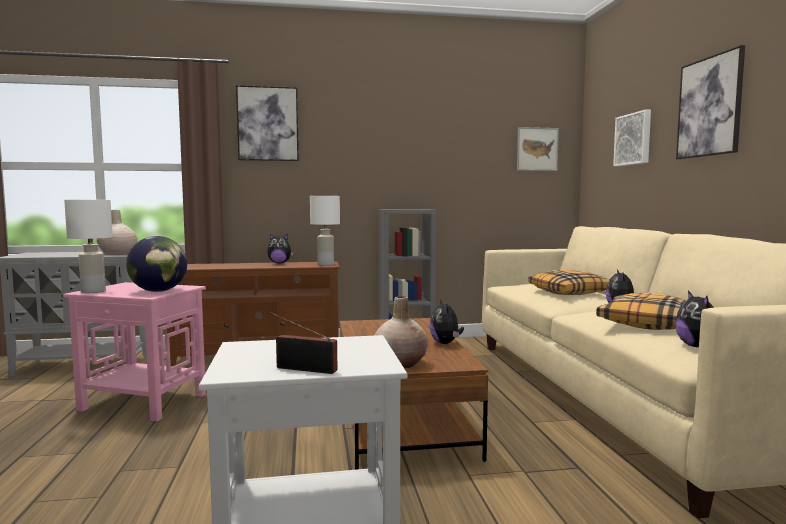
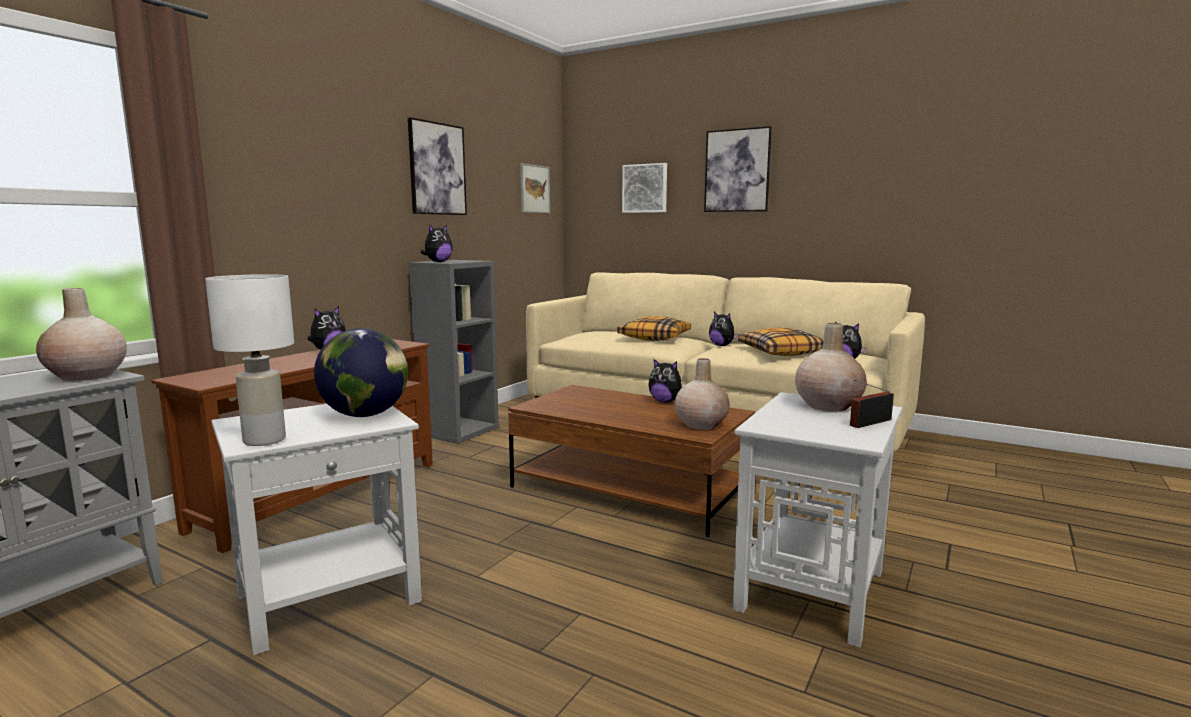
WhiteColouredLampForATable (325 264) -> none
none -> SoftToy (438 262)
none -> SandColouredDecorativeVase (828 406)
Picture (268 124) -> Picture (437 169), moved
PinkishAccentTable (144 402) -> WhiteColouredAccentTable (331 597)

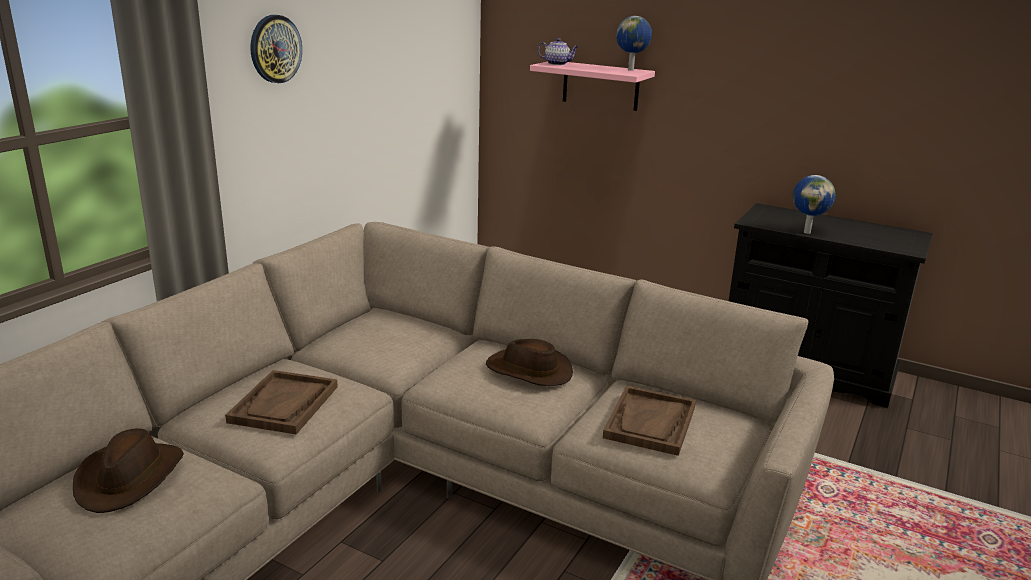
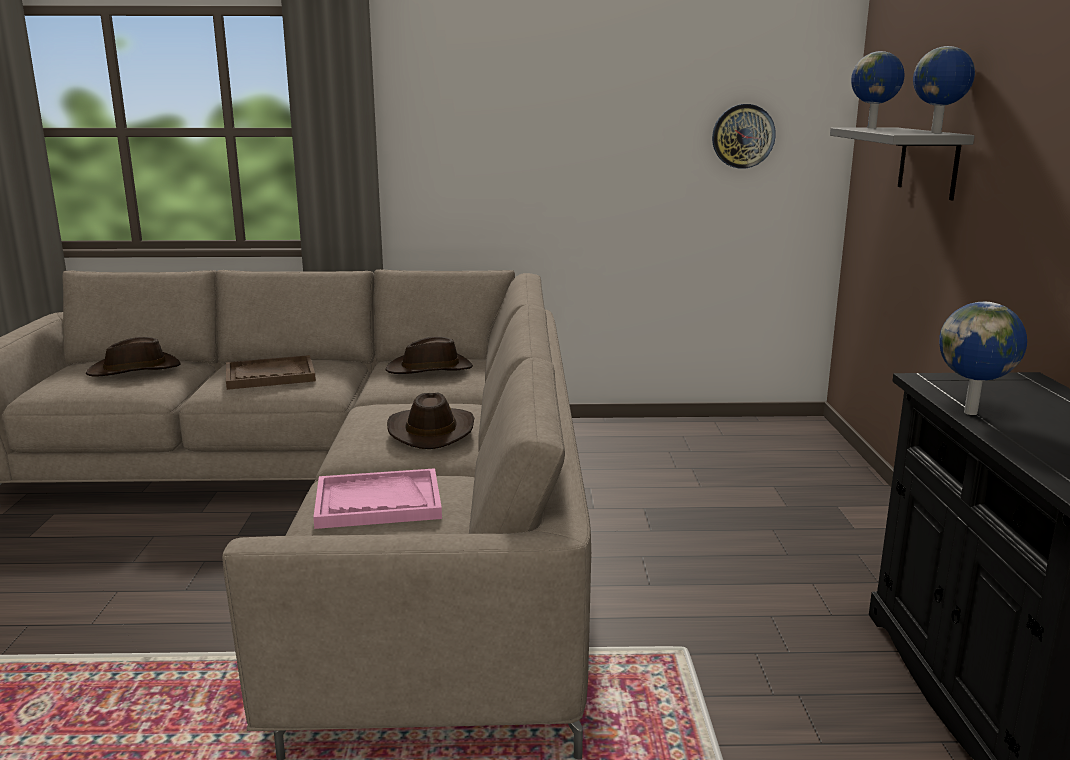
none -> BrownishHat (430 369)
WallClock (275 49) -> WallClock (743 136), moved
PotForTea (557 64) -> Globe (872 128)
PinkishWallShelf (600 85) -> GreyishWallShelf (928 162)
BrownishServingTray (650 422) -> PinkishServingTray (378 502)

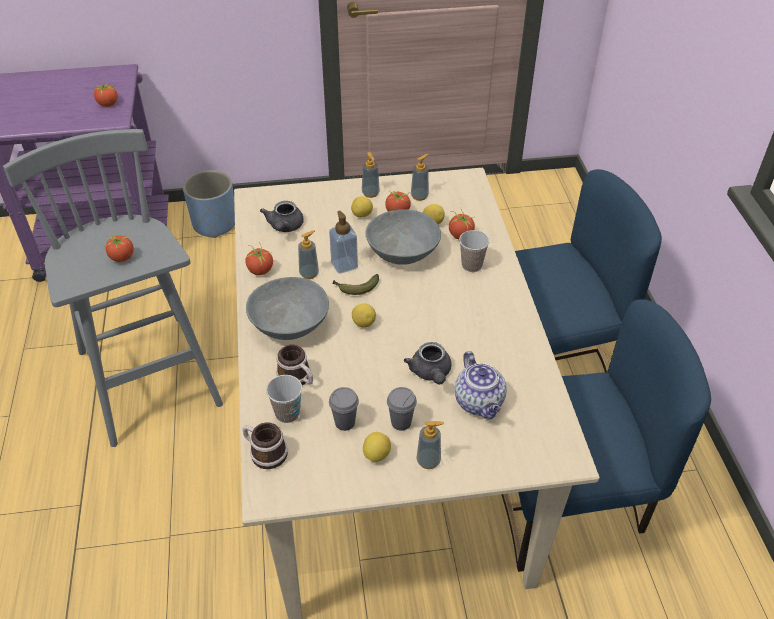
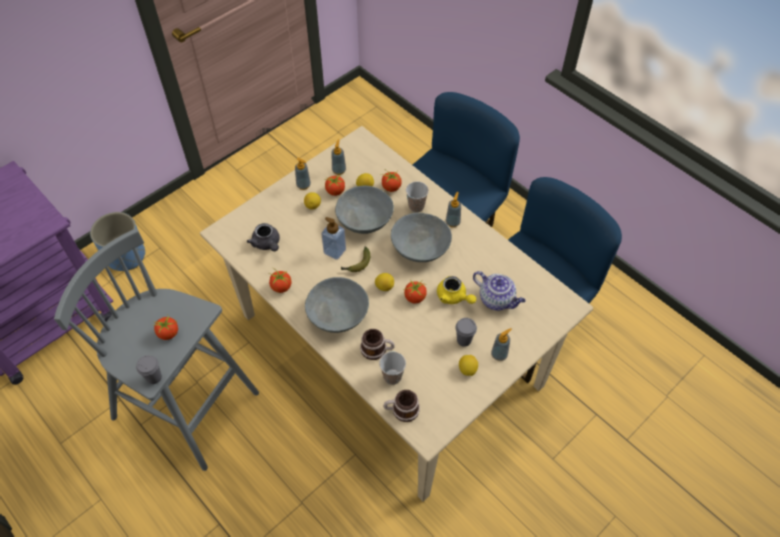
none -> GreyishDeepDish (419 249)
FreshTomato (108 104) -> FreshTomato (415 297), moved
SoapBottle (309 273) -> SoapBottle (452 222), moved
GreyishCup (345 422) -> GreyishCup (154 377), moved
GreyishPotForTea (431 373) -> YellowishPotForTea (454 297)

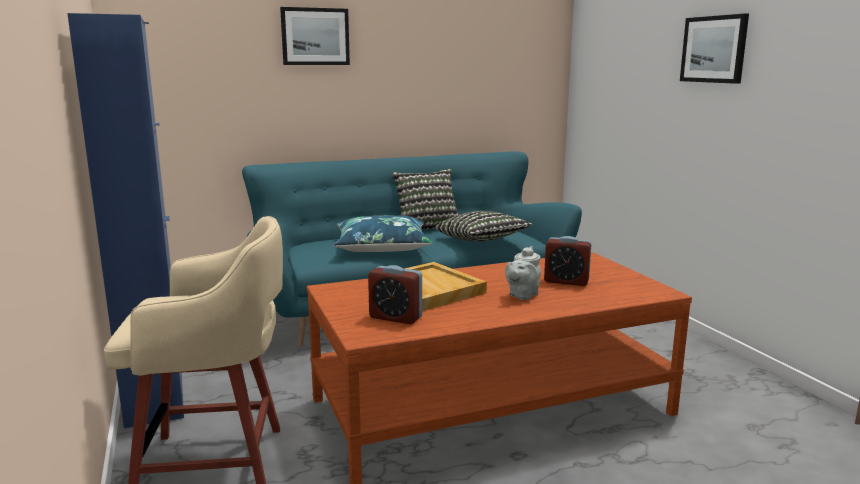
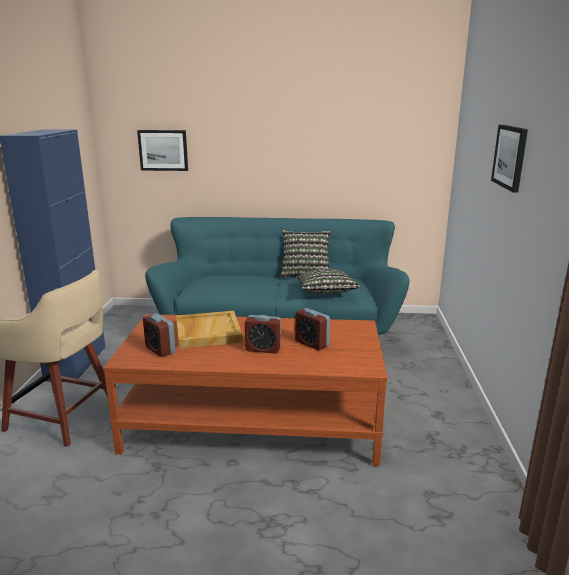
BlueThrowPillow (382 247) -> none
Picture (315 36) -> Picture (163 150), moved
GreyishPotForTea (522 295) -> TableClock (263 349)

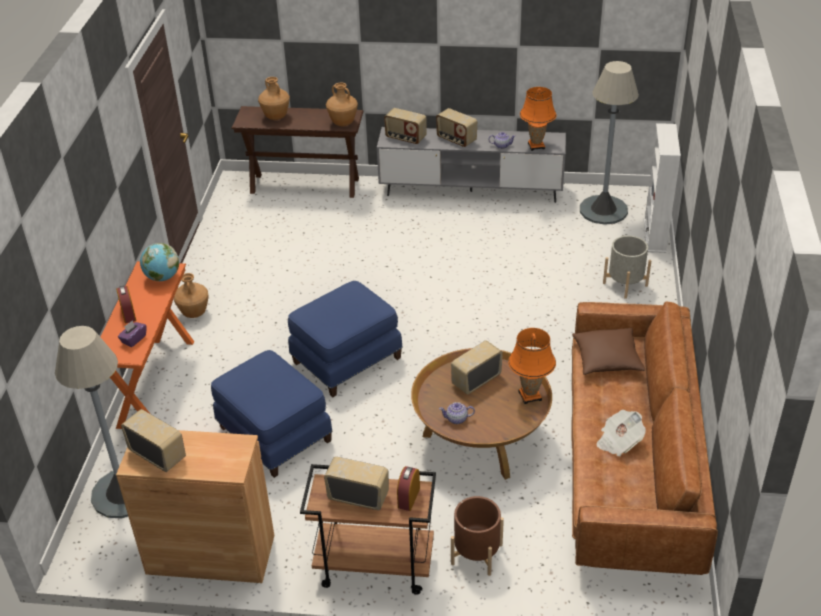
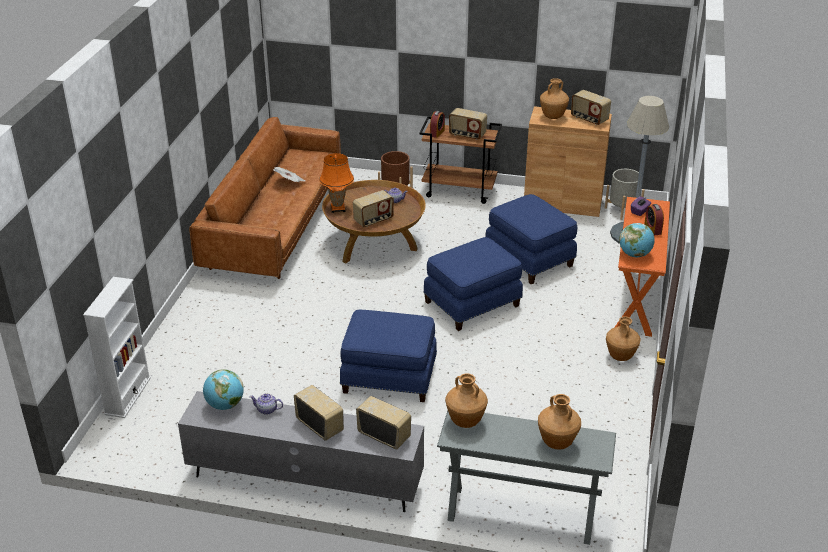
BrownishThrowPillow (607 359) -> none
GreyishStandingLamp (603 210) -> none
none -> BluePouffe (389 378)
none -> BrownishDecorativeVase (553 116)
GreyishFlowerPot (625 284) -> GreyishFlowerPot (622 210), moved
OrangeyLampForATable (536 146) -> Globe (225 405)
BrownishHallTable (305 186) -> GreyishHallTable (520 515)

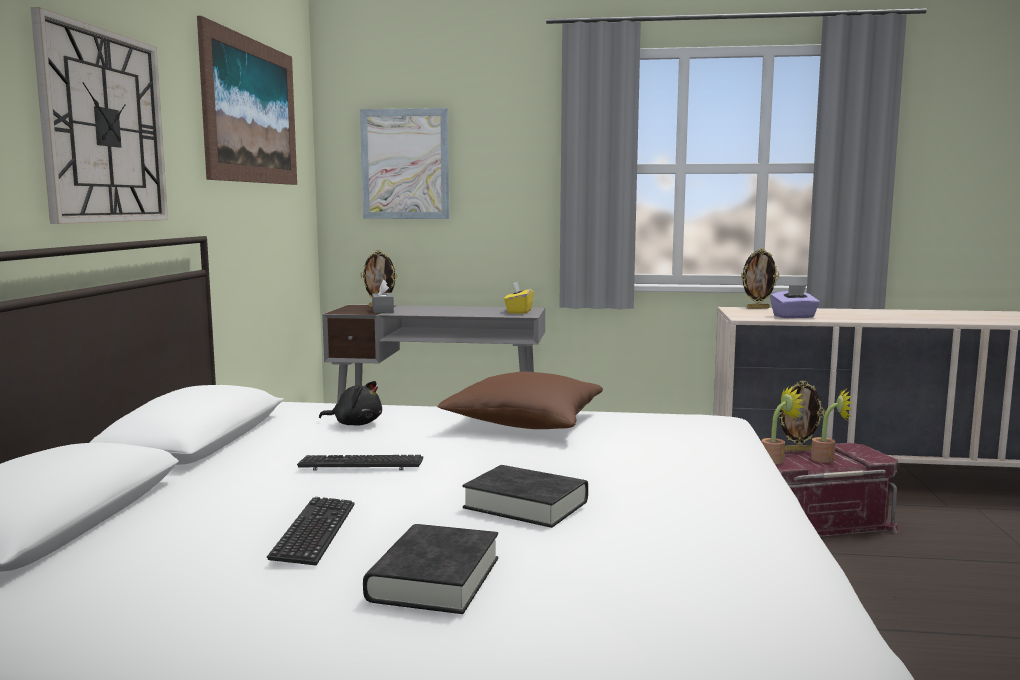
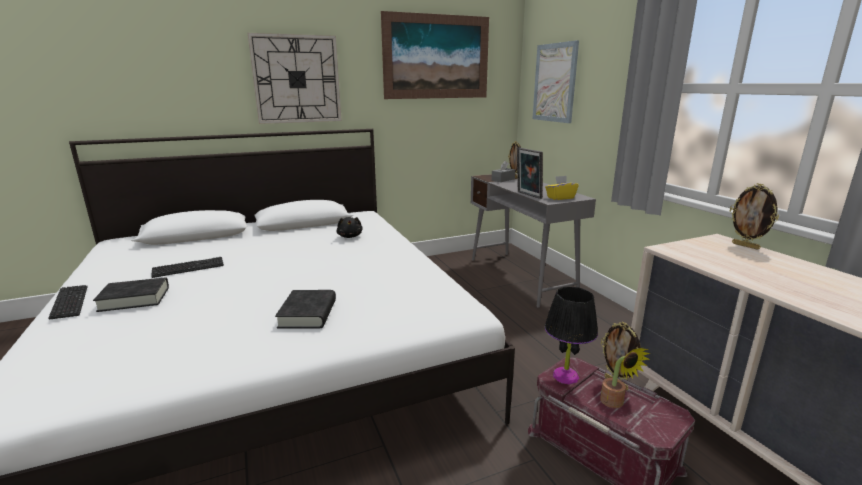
BrownishThrowPillow (524 423) -> none
PurpleTissueBox (794 317) -> none
none -> StandingFrame (527 195)
ComputerKeyboard (361 464) -> ComputerKeyboard (70 303), moved
BlackColouredVolume (526 505) -> BlackColouredVolume (308 314), moved
PottedPlant (776 460) -> BlackColouredLampForATable (565 376)

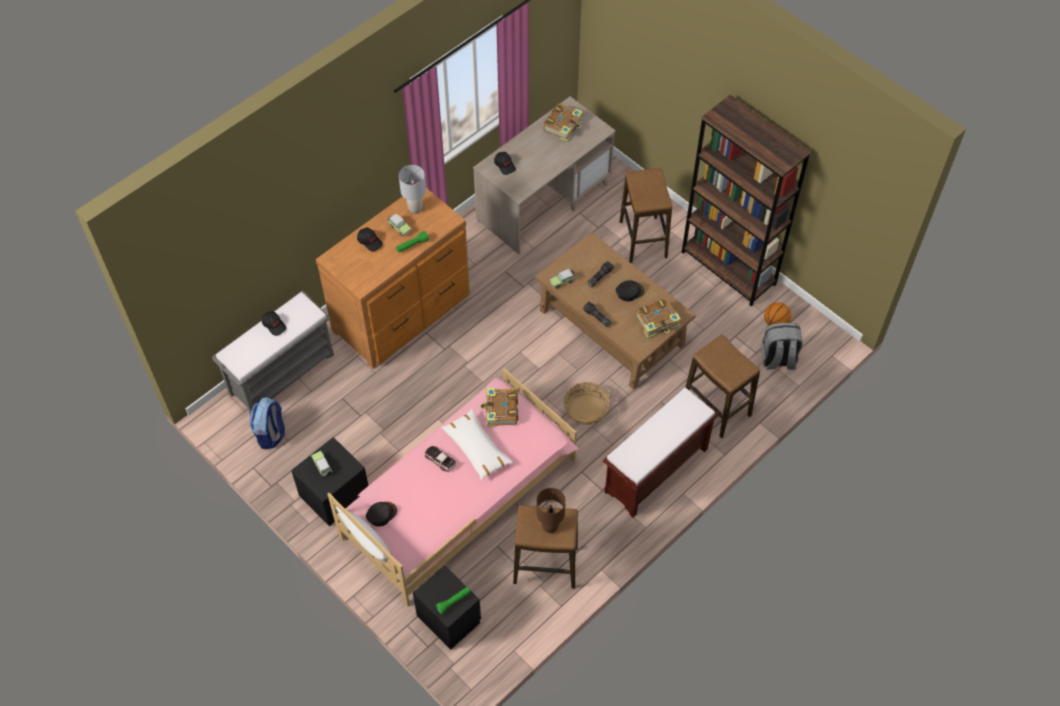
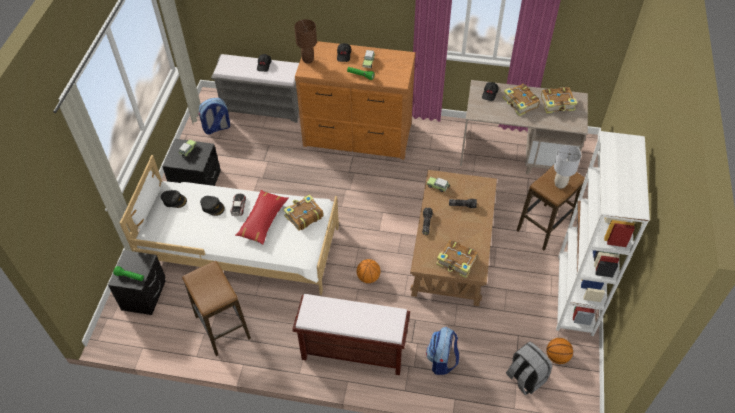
none -> Volume (520 103)
GreyishLampForATable (415 208) -> GreyishLampForATable (560 184), moved
BrownishLampForATable (550 527) -> BrownishLampForATable (308 60), moved
BlackColouredPeakedCap (629 292) -> BlackColouredPeakedCap (212 207), moved
Basket (586 410) -> BallForBasketball (368 277)
StoolSeat (716 408) -> Backpack (442 360)
PinkishSleepingBed (458 496) -> WhiteColouredSleepingBed (242 245)
WhiteColouredThrowPillow (476 448) -> RedColouredThrowPillow (262 220)
BrownishBookcase (728 268) -> WhiteColouredBookcase (575 295)

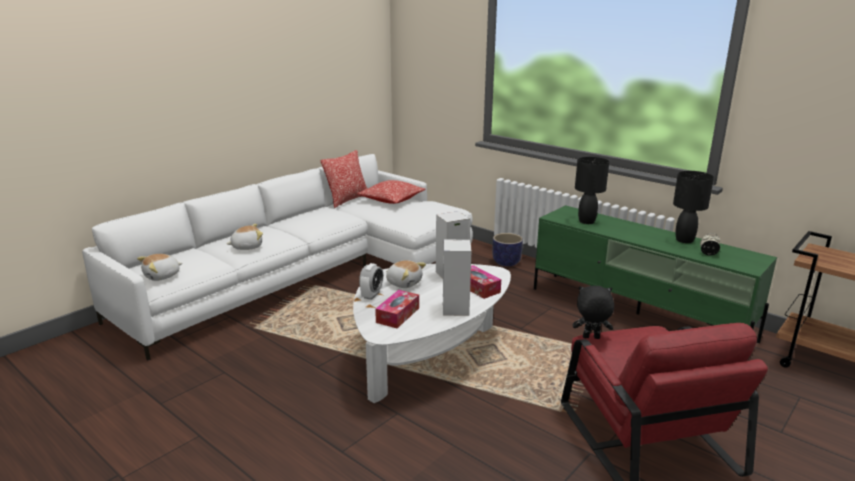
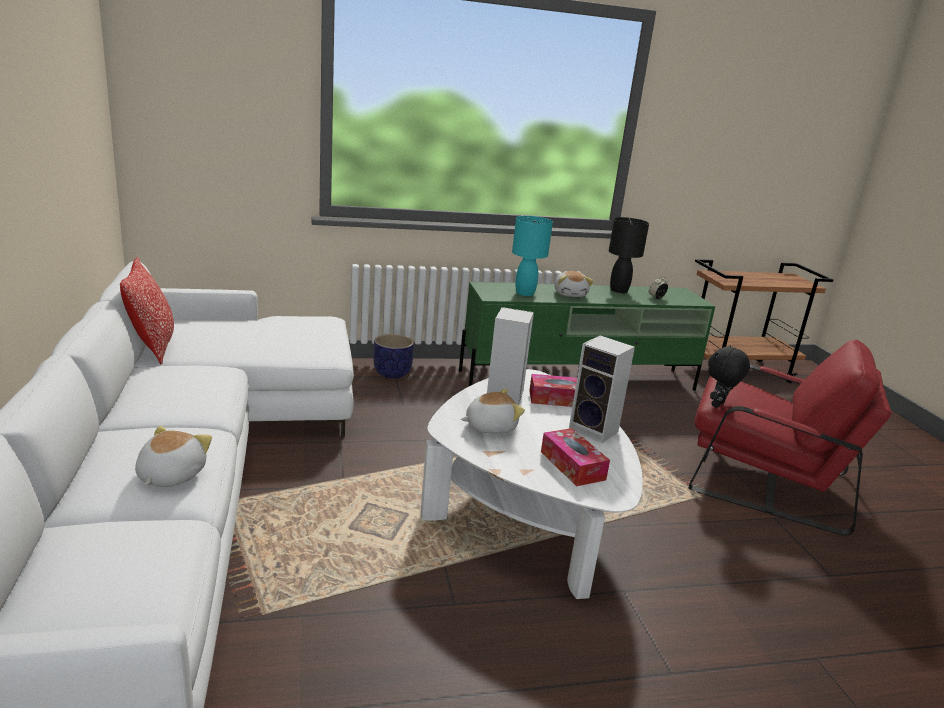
ThrowPillow (391 200) -> none
TableClock (371 295) -> none
SoftToy (162 276) -> SoftToy (570 294), moved
BlackColouredLampForATable (586 221) -> BlueGreenLampForATable (524 293)

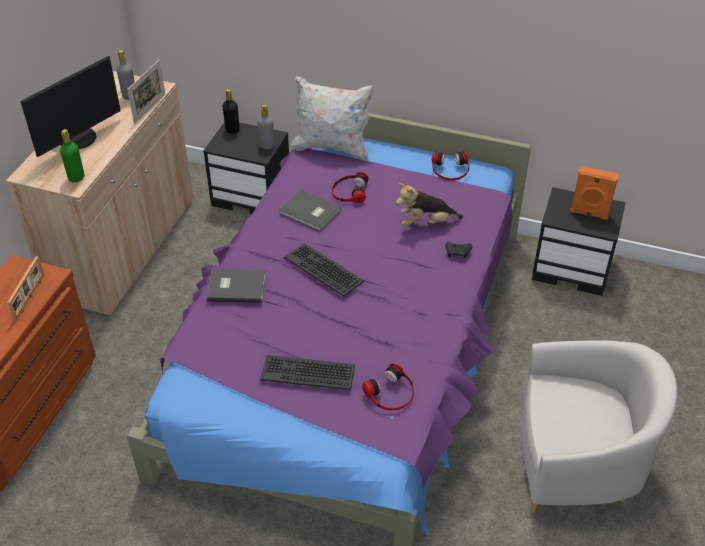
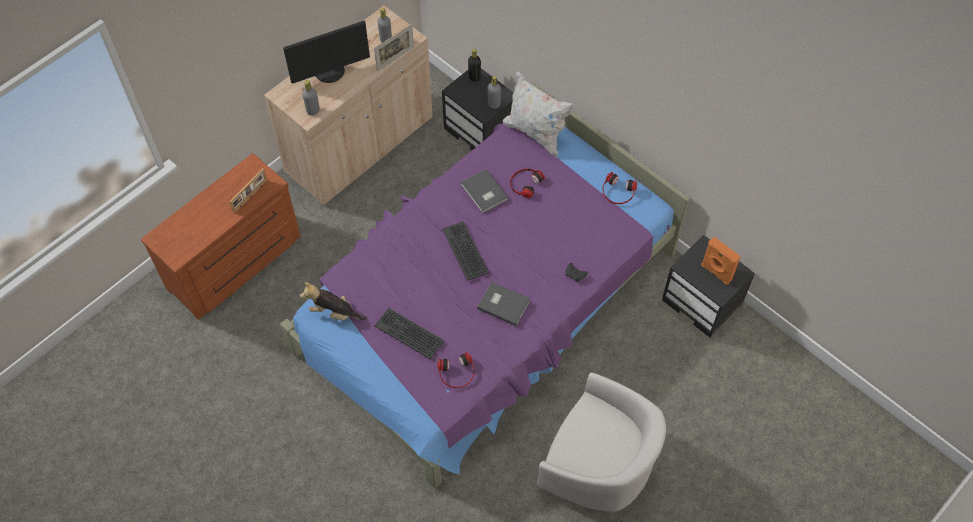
GreyishVolume (236 287) -> GreyishVolume (503 303), moved
SoftToy (426 223) -> SoftToy (334 312), moved
GreenColouredBeverageBottle (76 177) -> GreyishBeverageBottle (313 111)

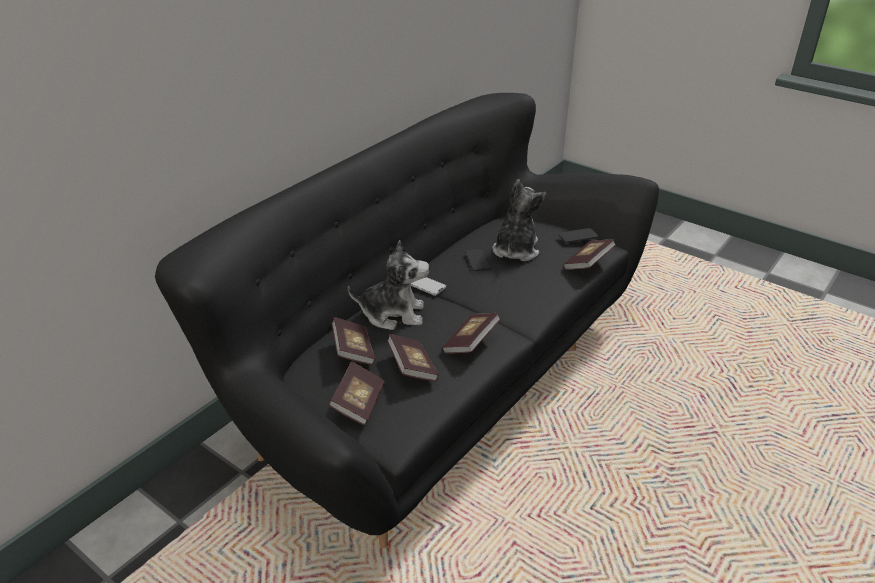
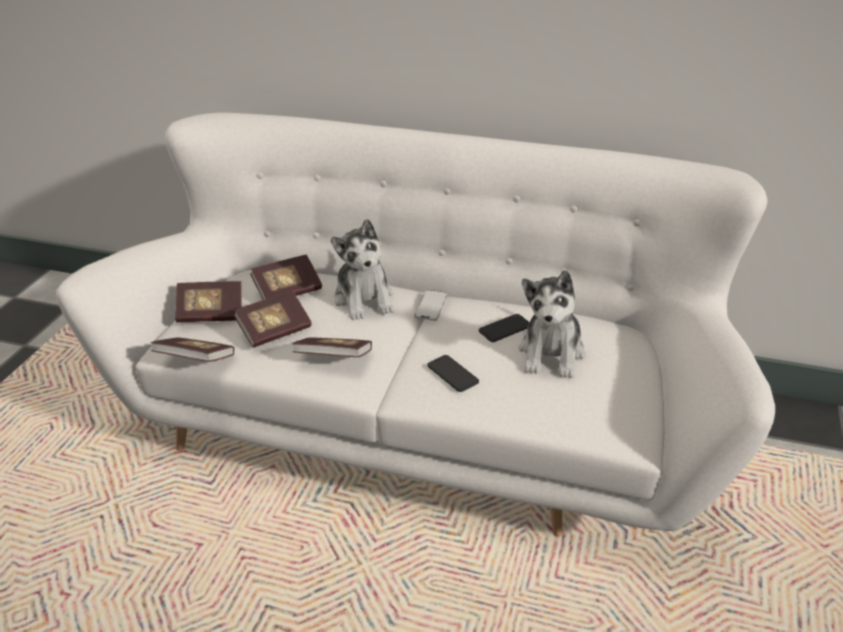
Phone (578 236) -> Phone (452 374), moved
Volume (588 264) -> Volume (195 361), moved
BlackColouredSofa (438 381) -> WhiteColouredSofa (423 424)
SoftToy (515 250) -> SoftToy (552 353), 105 degrees clockwise

